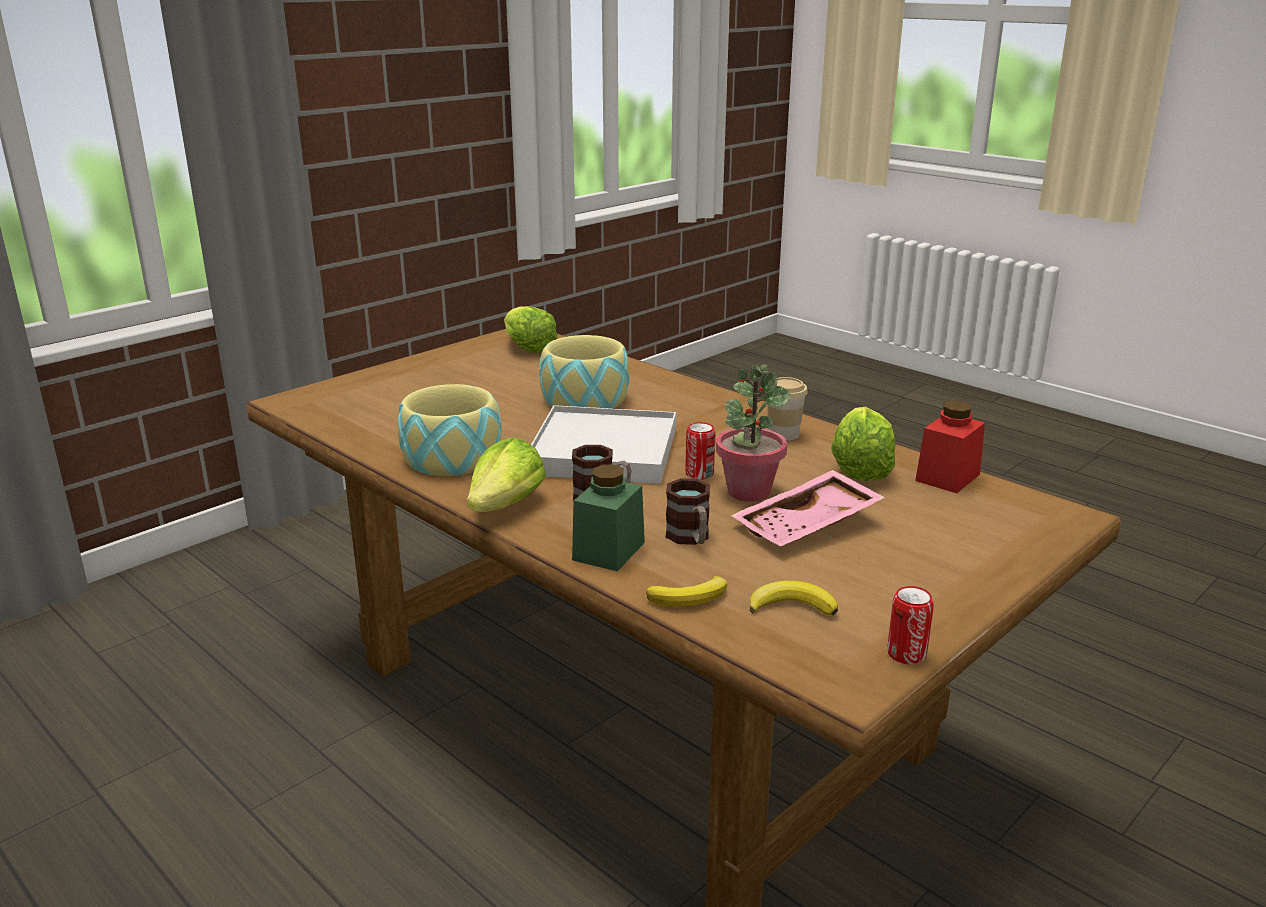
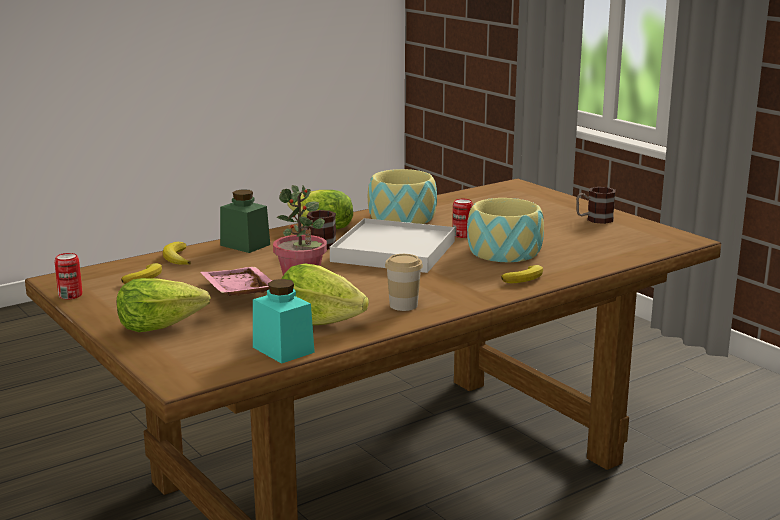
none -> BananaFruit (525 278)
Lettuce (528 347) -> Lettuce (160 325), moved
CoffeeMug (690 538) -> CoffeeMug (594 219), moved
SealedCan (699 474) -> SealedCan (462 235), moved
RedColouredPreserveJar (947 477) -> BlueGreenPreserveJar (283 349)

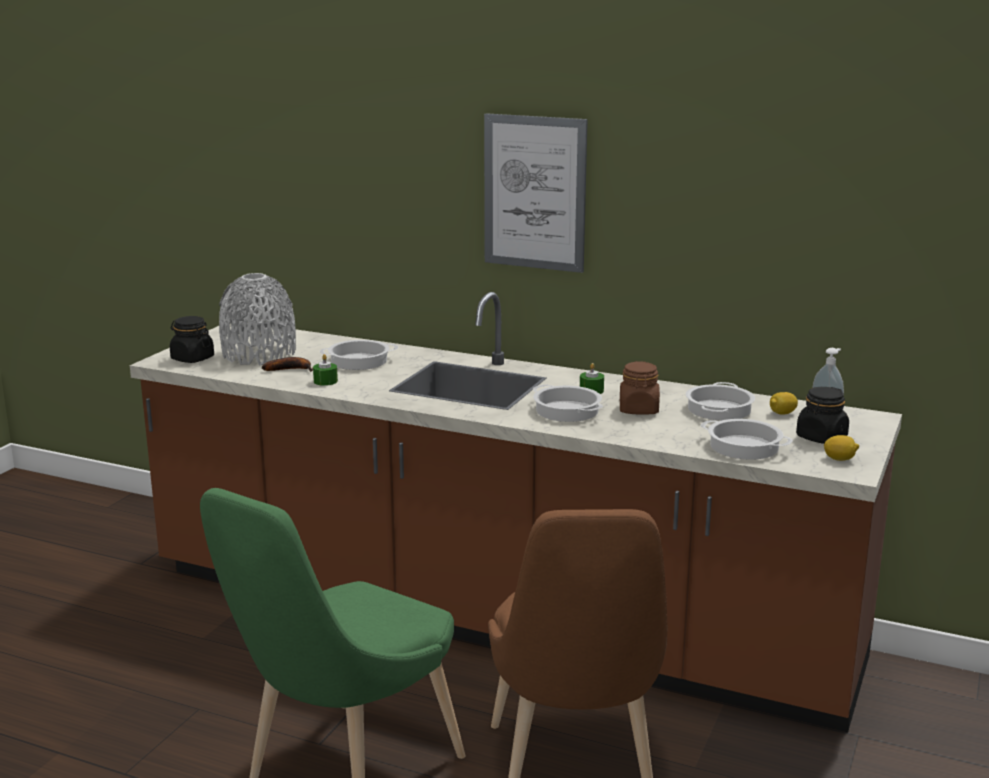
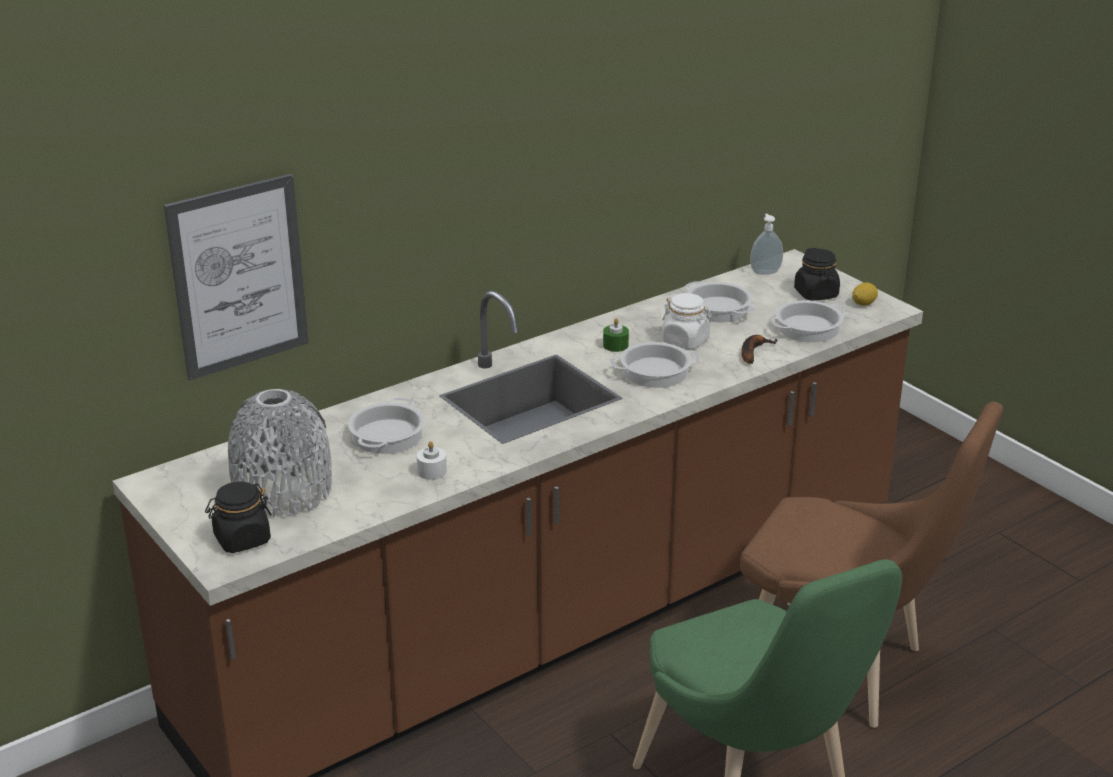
WholeLemon (782 413) -> none
BananaFruit (291 369) -> BananaFruit (753 352), moved
Picture (534 193) -> Picture (238 276), moved
GreenColouredWaxLight (325 381) -> WhiteColouredWaxLight (432 471)
BrownishPreserveJar (638 410) -> WhiteColouredPreserveJar (685 341)

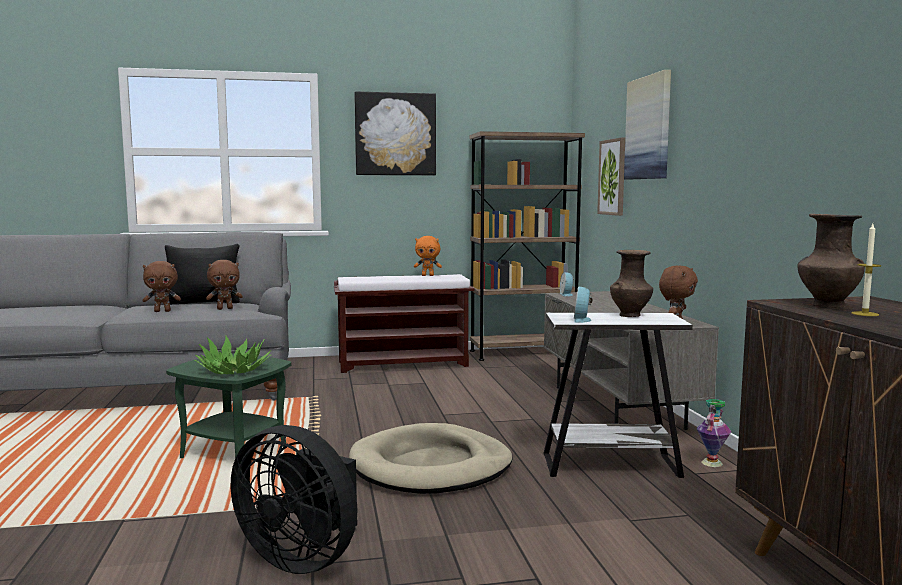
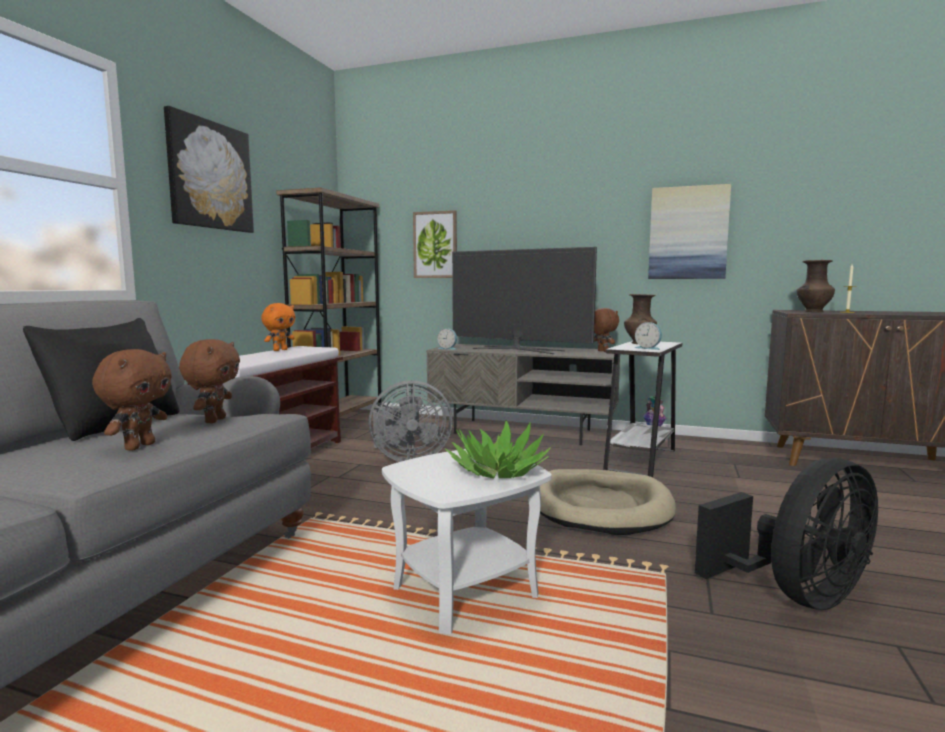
none -> GreyishCoolingFan (408 459)
none -> TvSet (518 350)
Picture (649 128) -> Picture (688 233), moved
GreenColouredAccentTable (233 452) -> WhiteColouredAccentTable (465 591)

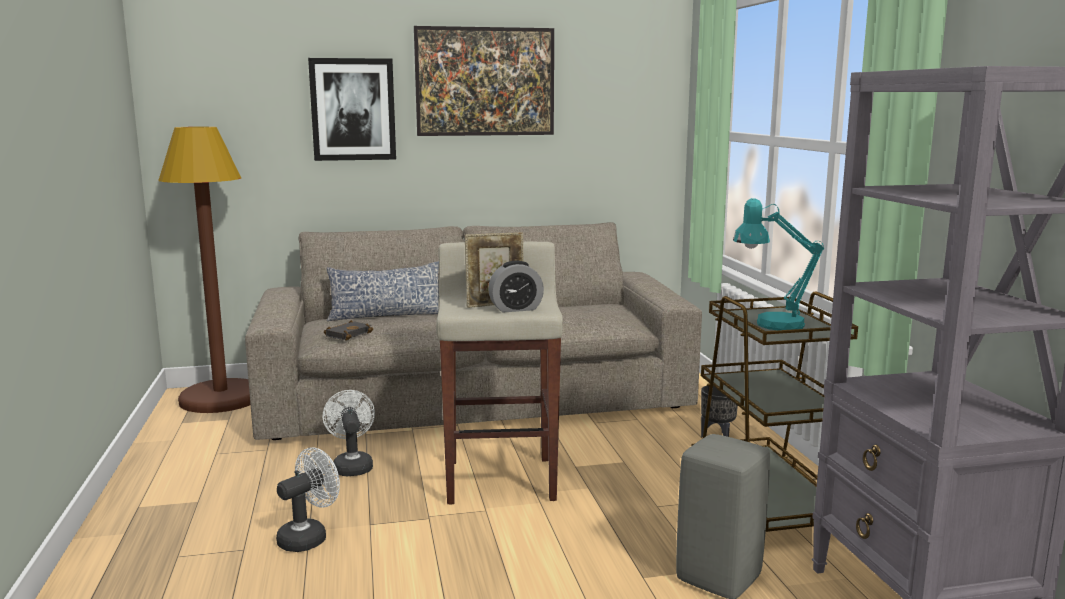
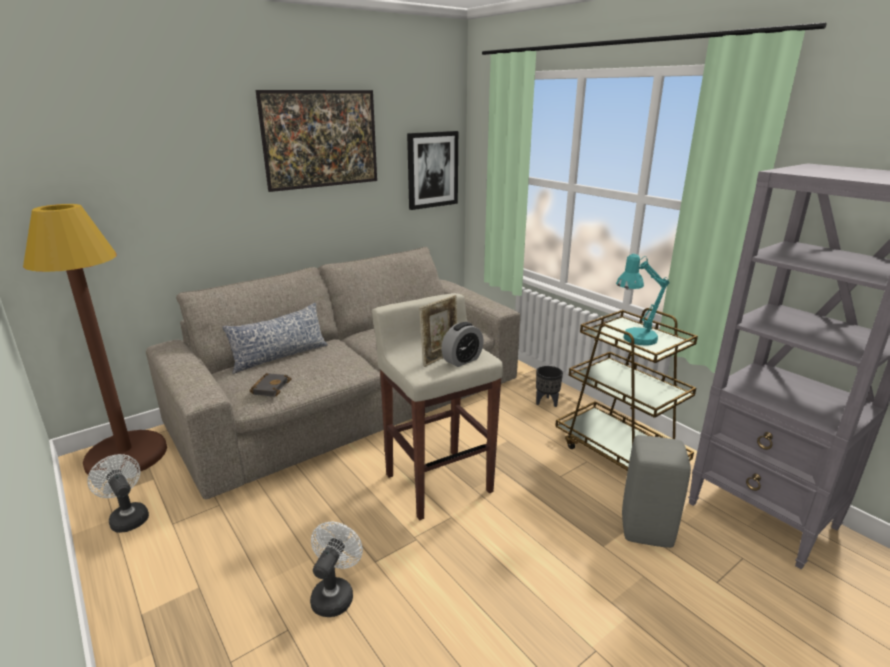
Picture (353 109) -> Picture (432 170), moved
WhiteColouredCoolingFan (352 465) -> WhiteColouredCoolingFan (127 517), moved

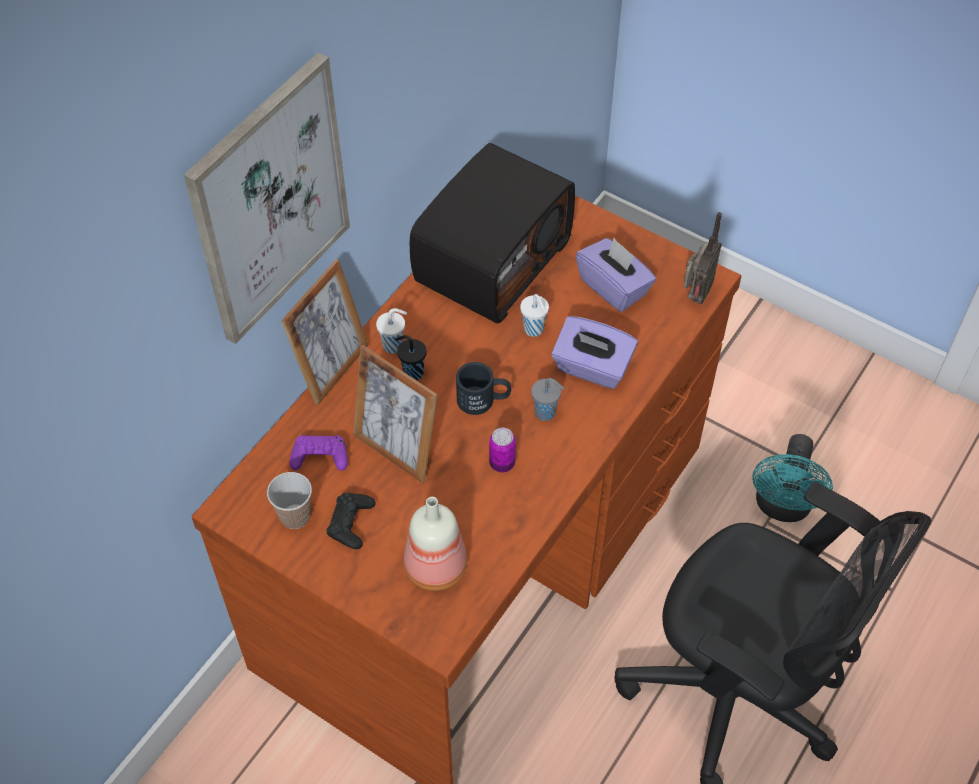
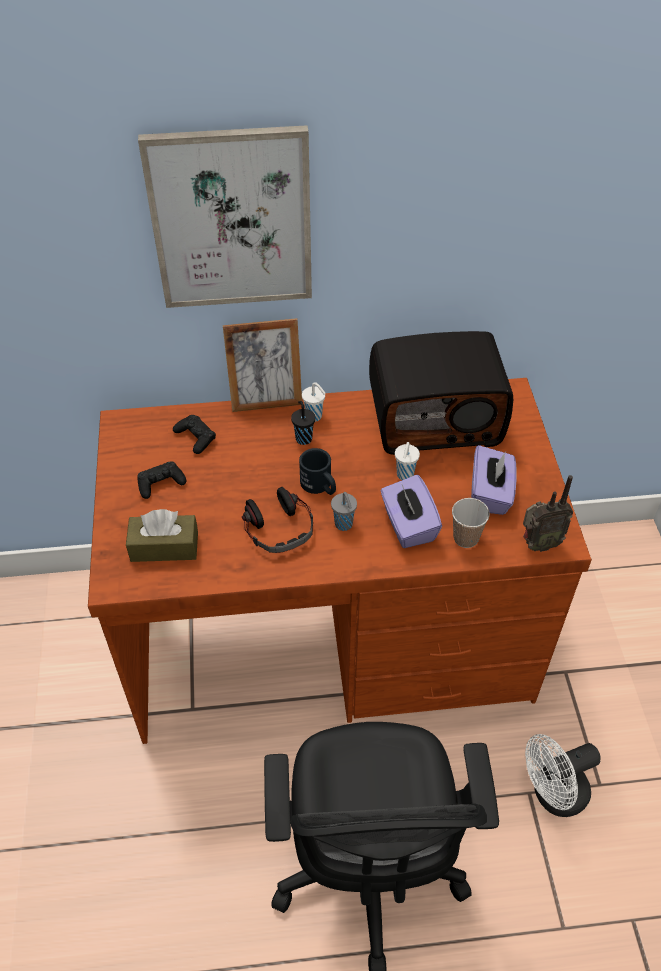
StandingFrame (396 449) -> none
Cup (295 516) -> Cup (466 538), moved
BeverageBottle (436 569) -> BrownishTissueBox (164 547)
SealedCan (502 463) -> Headset (279 528)
PurpleGamepad (320 457) -> BlackColouredGamepad (195 437)
BlueGreenCoolingFan (782 507) -> WhiteColouredCoolingFan (552 795)

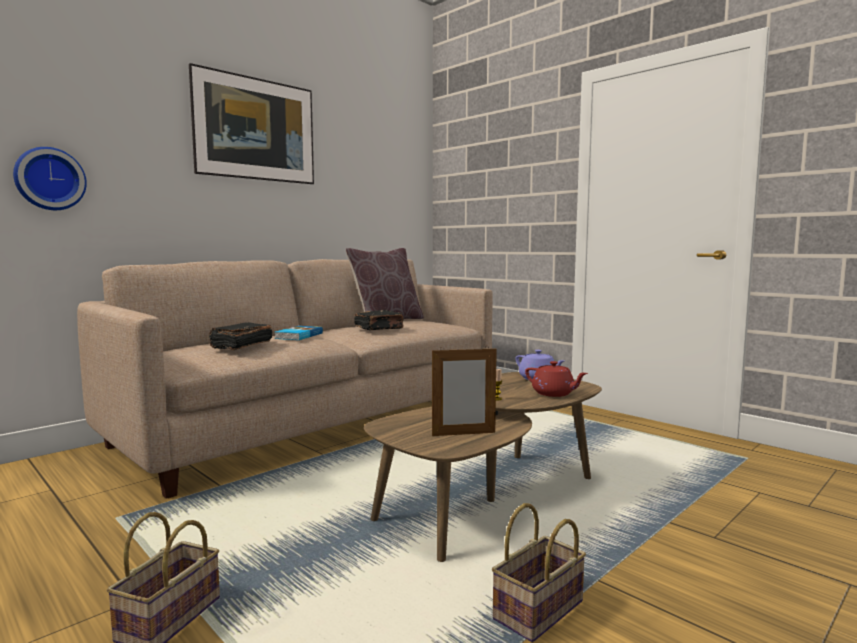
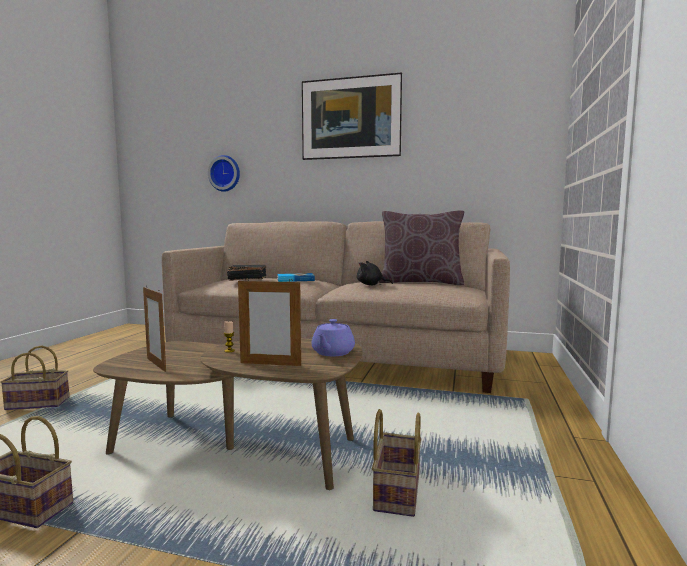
none -> Basket (396 491)
BlackColouredVolume (379 328) -> BlackColouredSoftToy (371 285)
RedColouredPotForTea (554 393) -> StandingFrame (270 364)

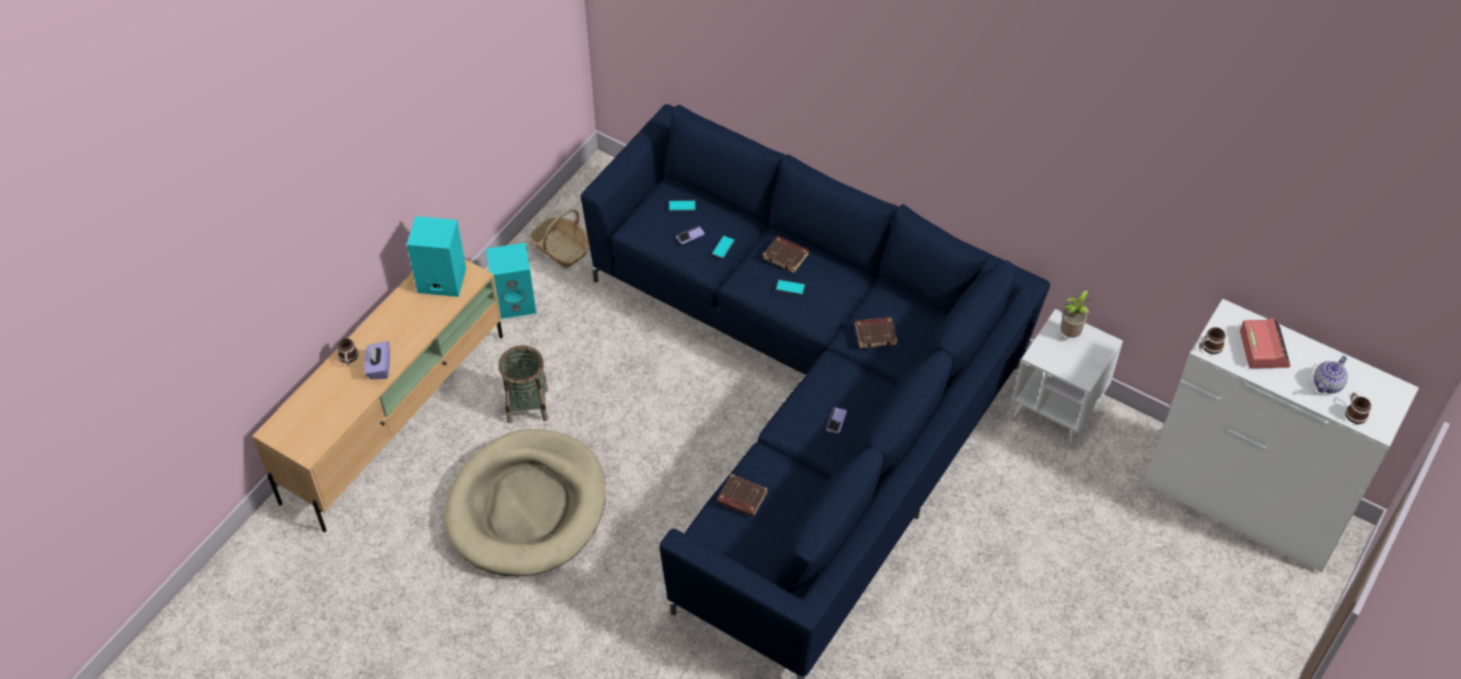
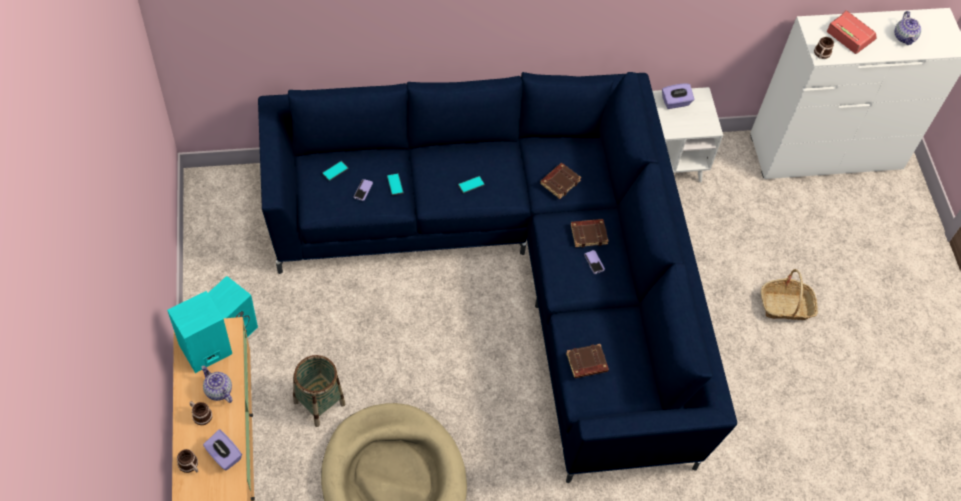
none -> PotForTea (218 390)
Basket (561 248) -> Basket (786 306), moved
BrownishVolume (786 256) -> BrownishVolume (589 234), moved
CoffeeMug (1354 412) -> CoffeeMug (200 414), moved
PottedPlant (1070 334) -> PurpleTissueBox (675 102)

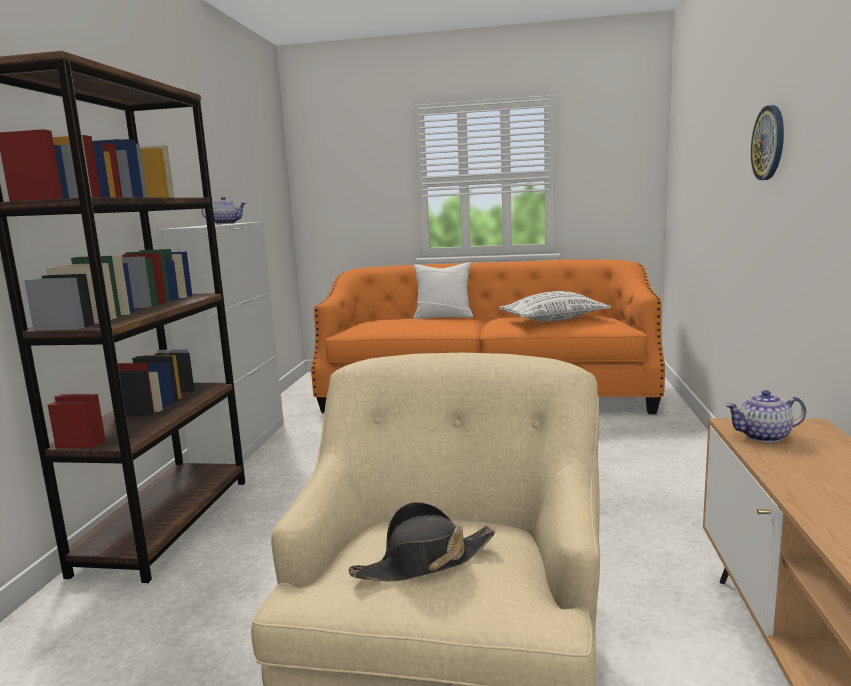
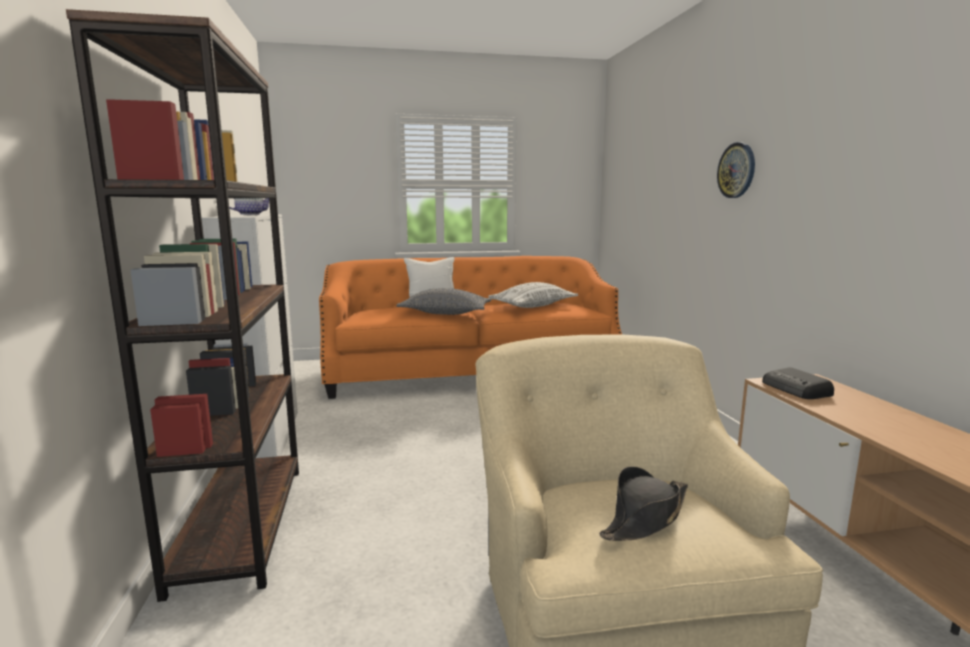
none -> GreyishThrowPillow (445 313)
PotForTea (763 436) -> RadioReceiver (796 389)

